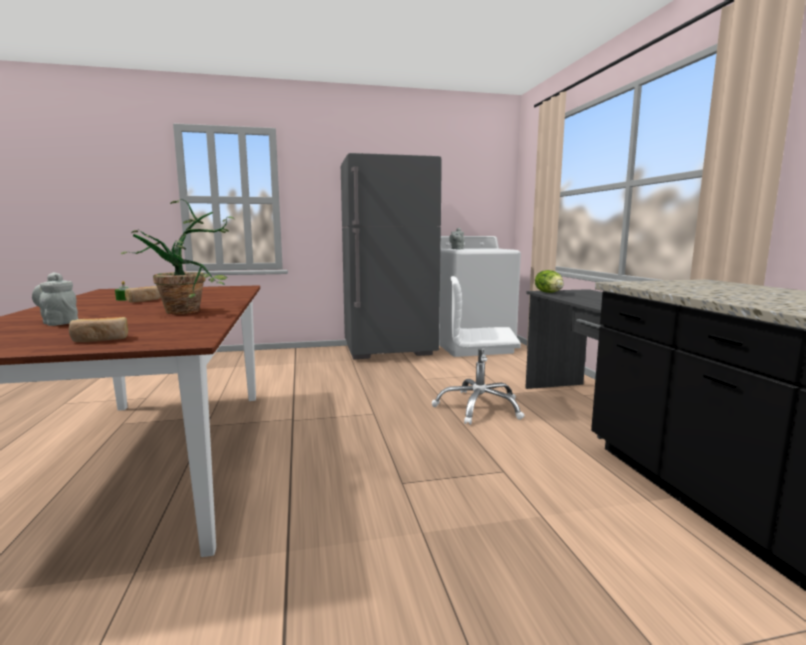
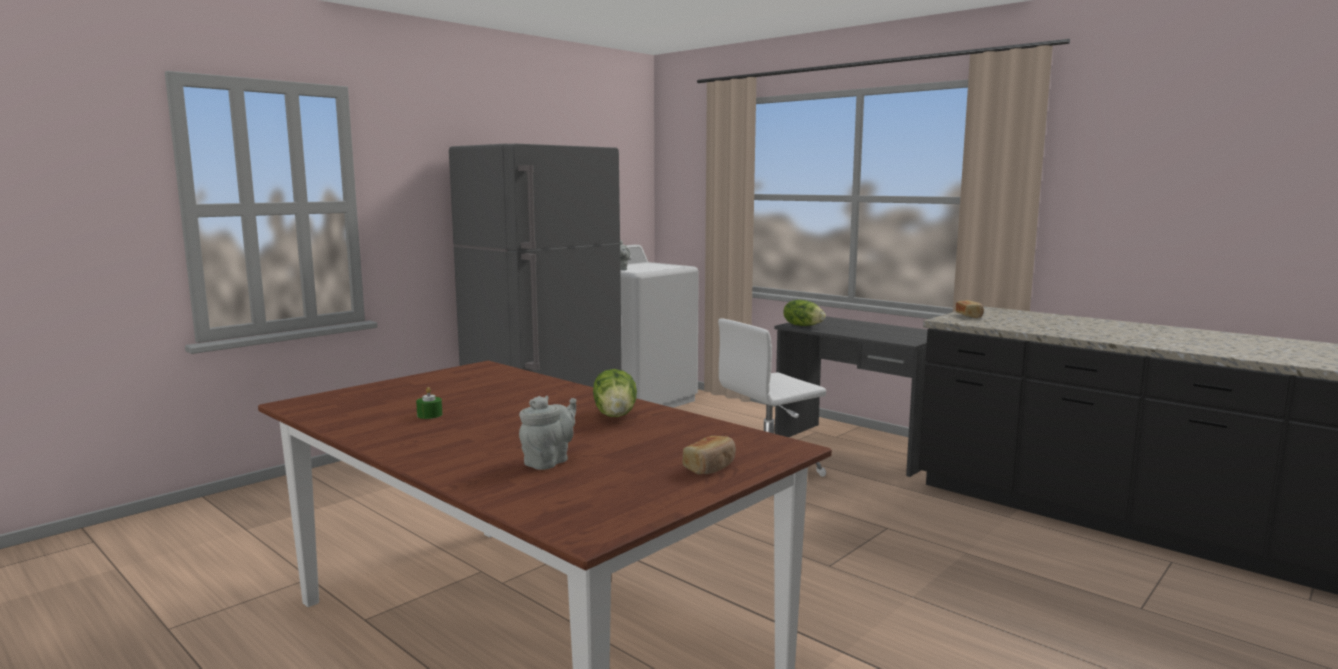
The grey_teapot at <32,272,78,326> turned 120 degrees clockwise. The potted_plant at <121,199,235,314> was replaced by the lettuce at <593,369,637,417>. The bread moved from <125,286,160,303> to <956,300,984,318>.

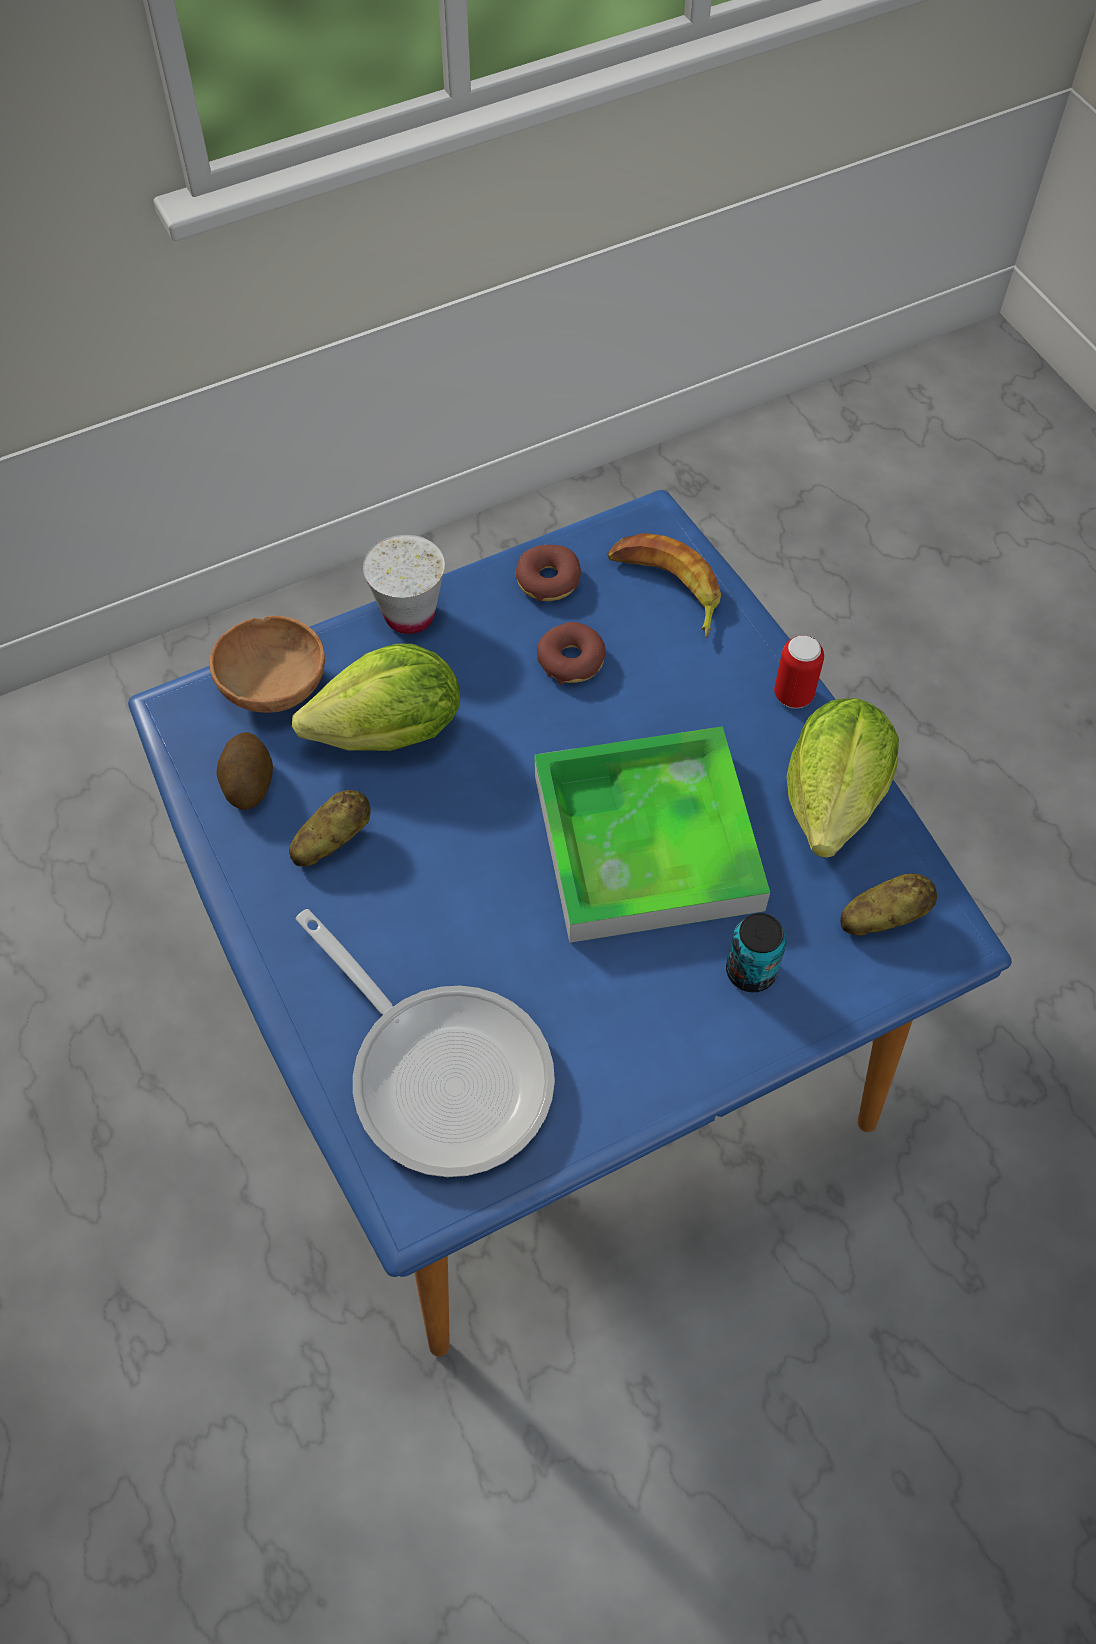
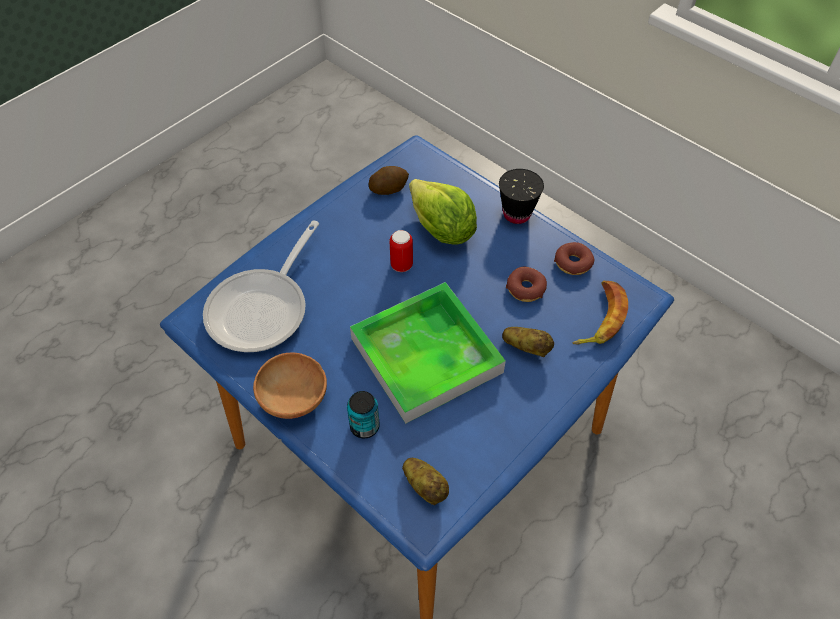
The brown_bowl moved from <209,616,325,713> to <253,353,327,419>. The potato moved from <289,790,371,867> to <502,327,554,357>. The white_cup at <363,534,445,634> became the black_cup at <499,169,544,224>. The can moved from <774,635,824,708> to <389,230,413,272>. The lettuce at <787,698,899,858> disappeared.

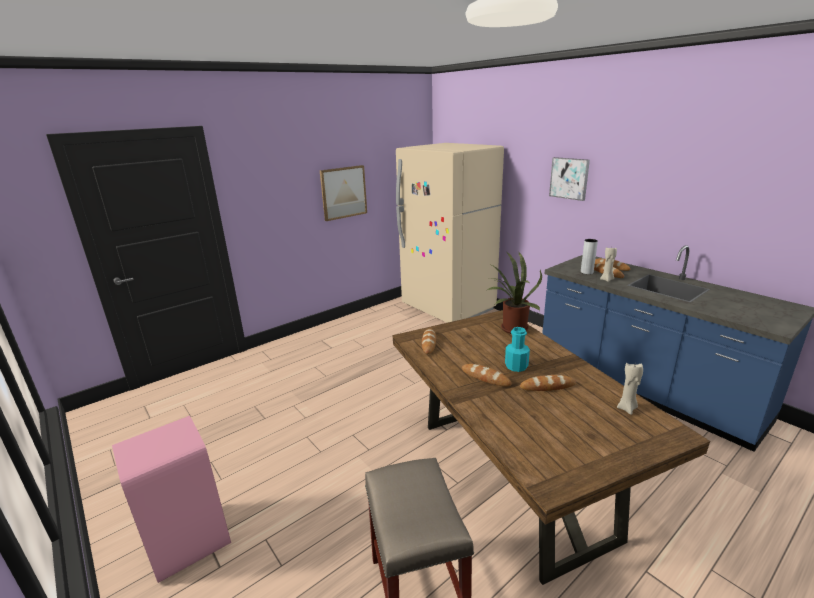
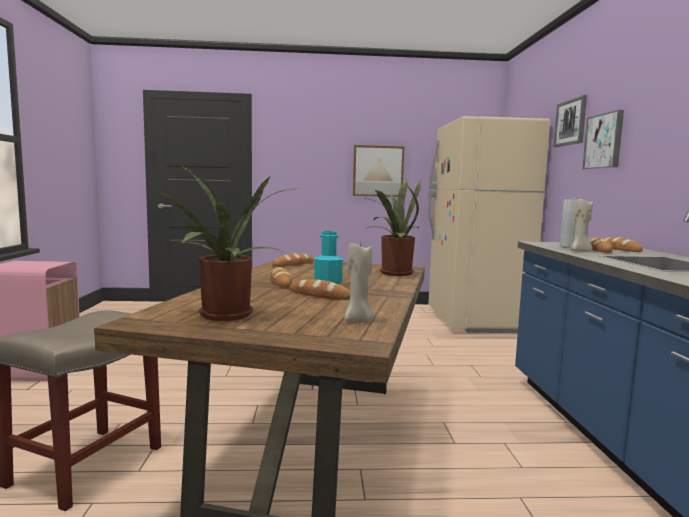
The potted_plant at <155,165,300,321> appeared. The picture at <554,95,587,147> appeared.

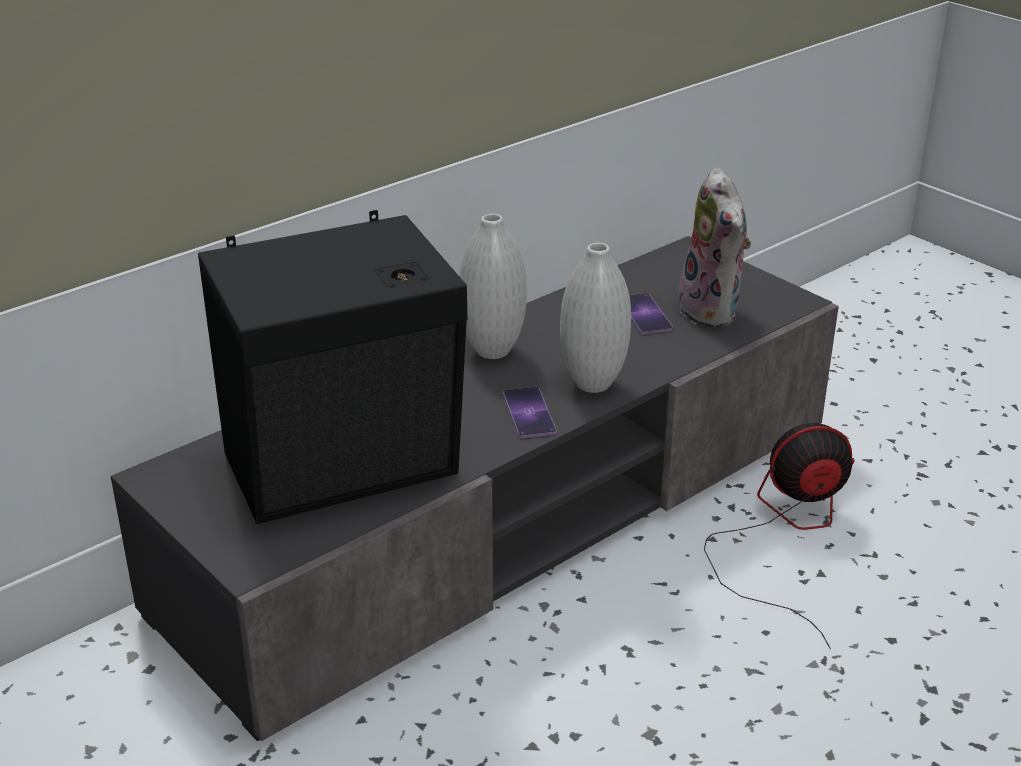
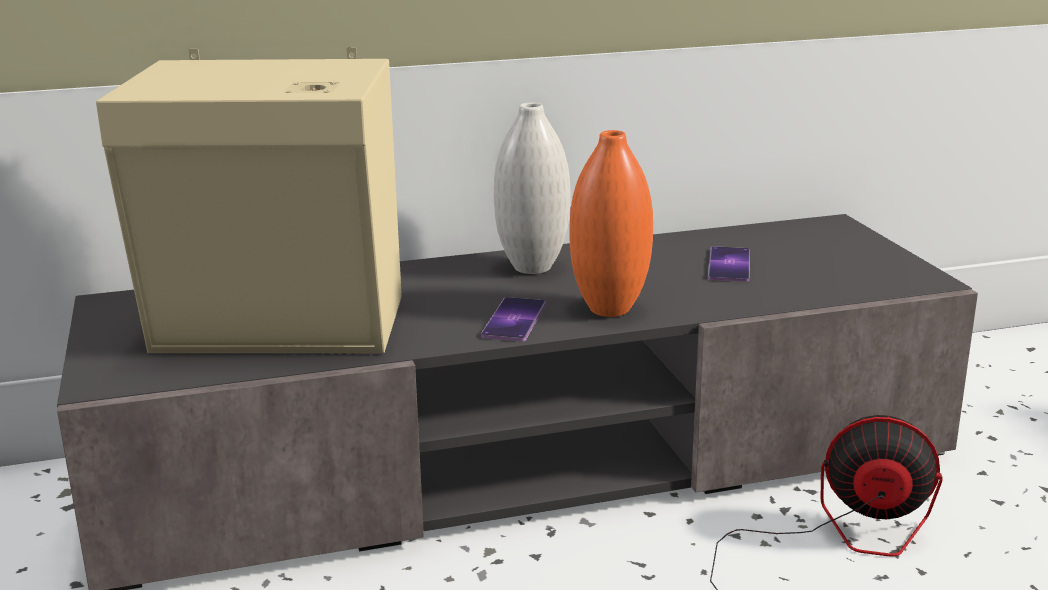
The black_speaker at <198,210,467,524> became the beige_speaker at <96,47,402,353>. The white_vase at <560,243,631,393> became the orange_vase at <570,130,653,317>. The plush_toy at <679,167,751,328> disappeared.

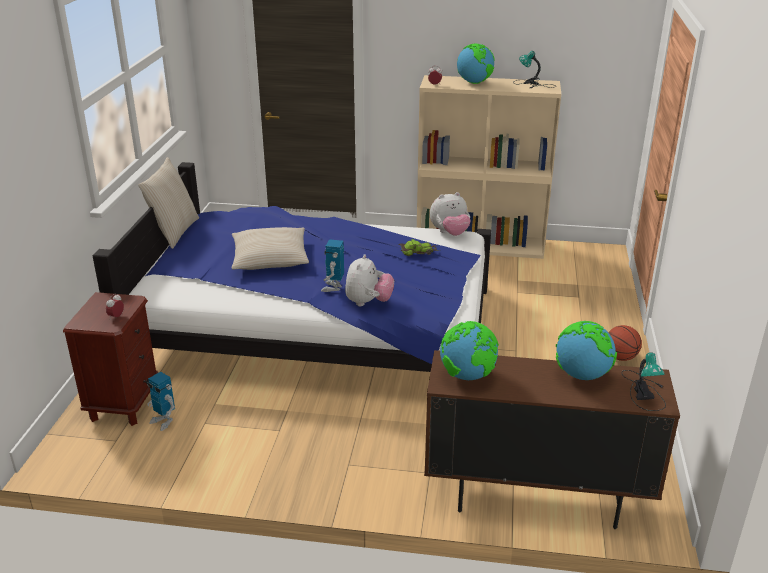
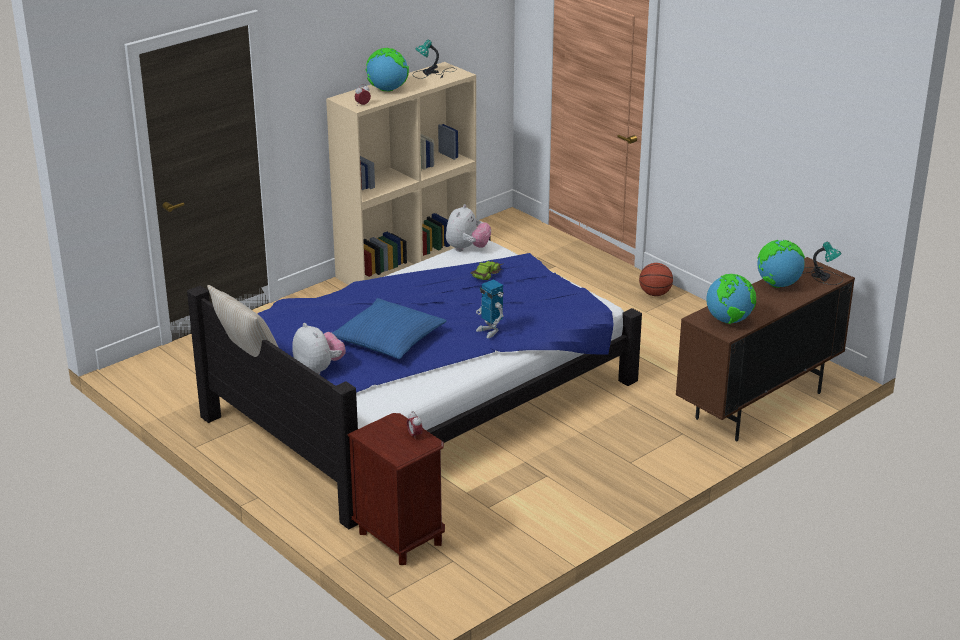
The toy_robot at <147,372,175,431> disappeared. The beige_pillow at <231,227,309,270> became the blue_pillow at <332,298,447,359>. The plush_toy moved from <345,254,394,306> to <292,323,346,375>.

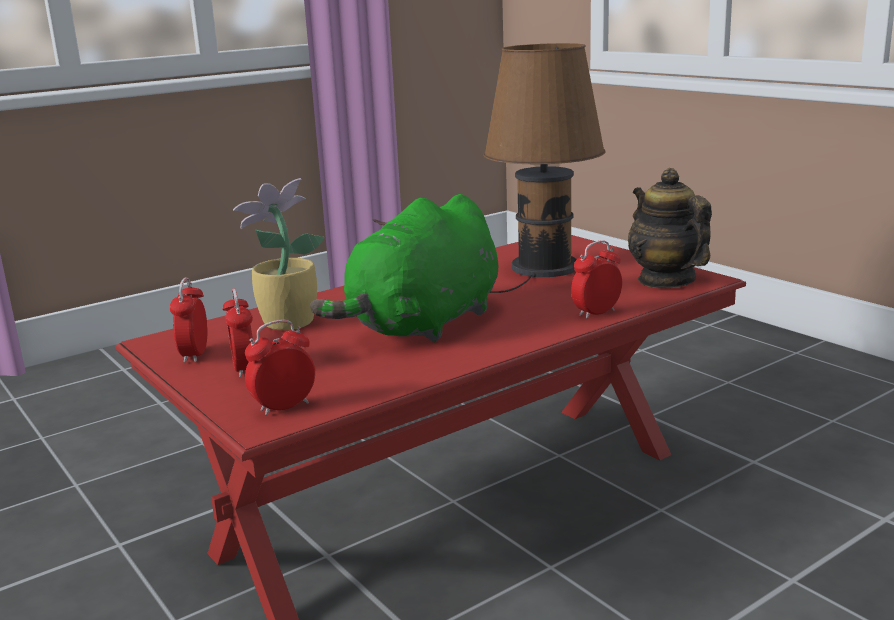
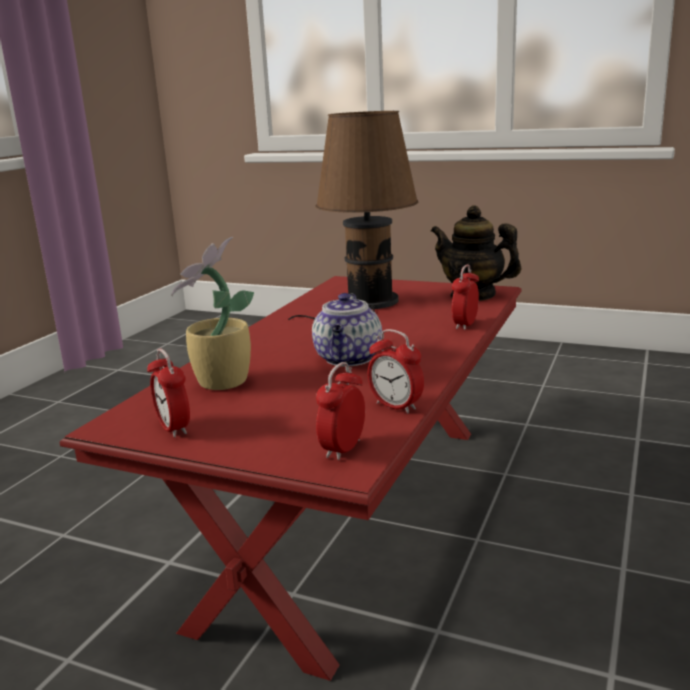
The alarm_clock moved from <222,288,253,377> to <368,329,424,413>. The green_plush_toy at <310,194,498,342> was replaced by the teapot at <312,293,382,367>.

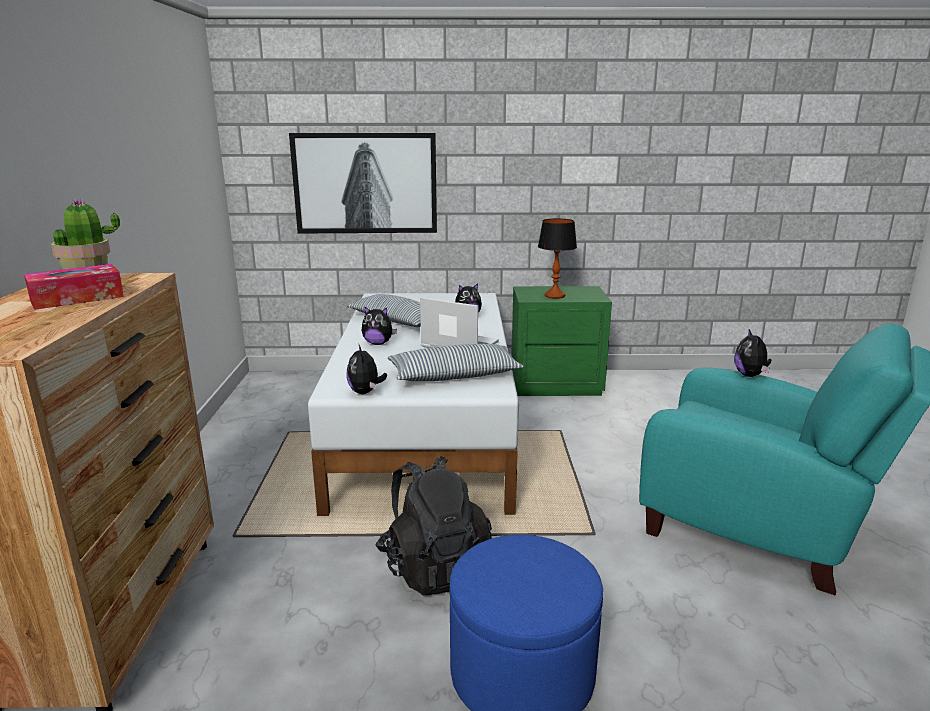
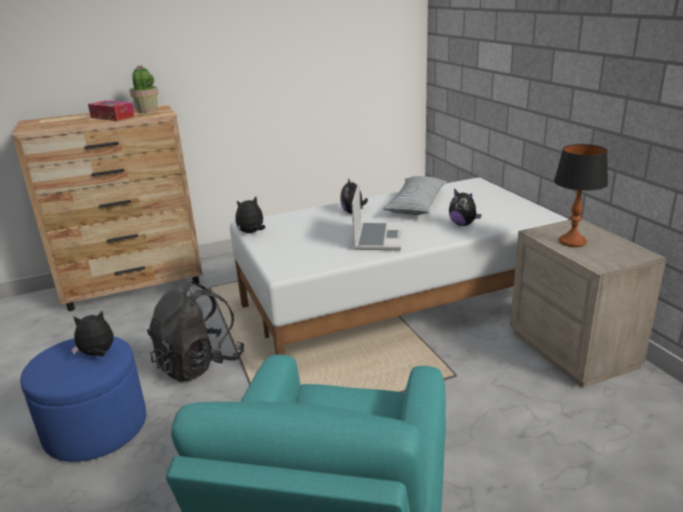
The picture at <289,133,437,234> disappeared. The pillow at <388,344,524,381> disappeared. The green_nightstand at <511,286,612,396> became the beige_nightstand at <510,219,667,388>. The plush_toy moved from <734,329,772,377> to <71,311,114,356>.

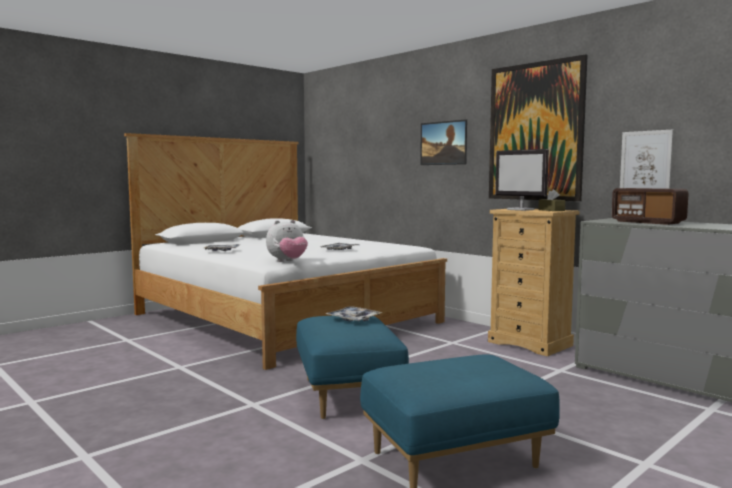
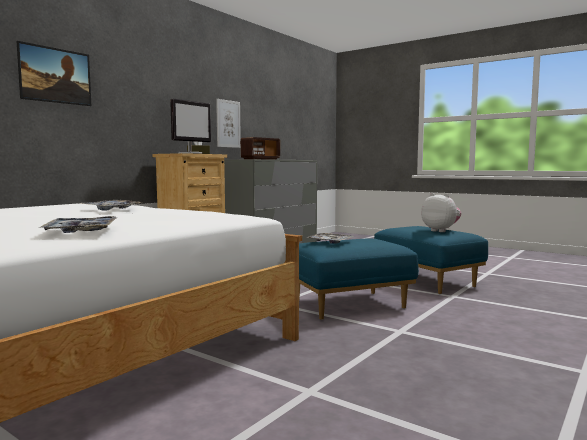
The plush_toy moved from <266,220,308,262> to <421,193,461,232>. The picture at <489,54,588,201> disappeared.

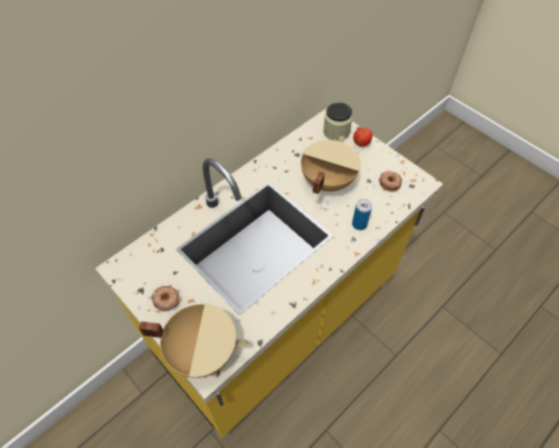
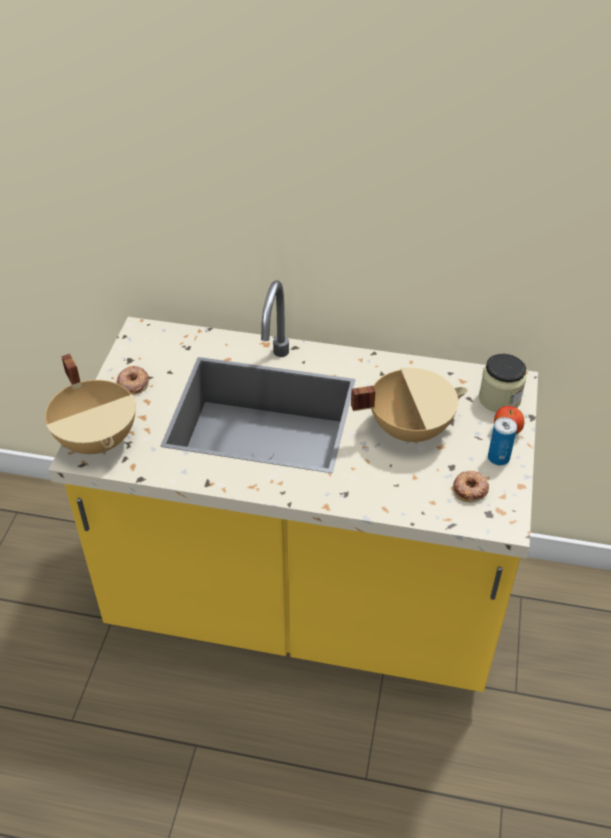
The can moved from <352,199,372,230> to <488,417,517,465>.

